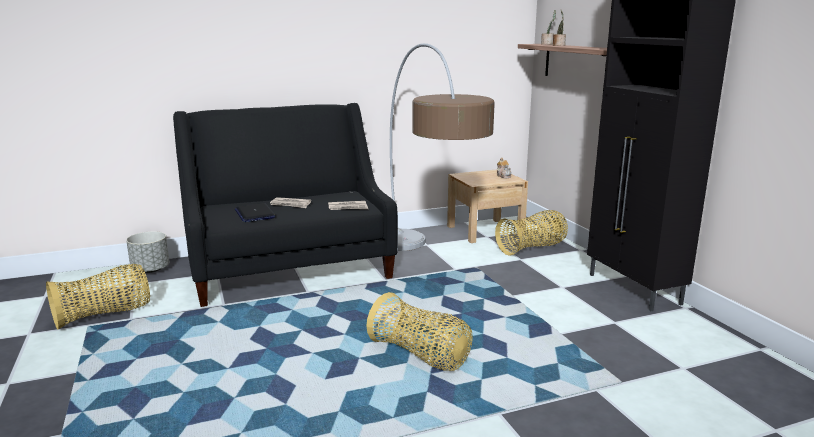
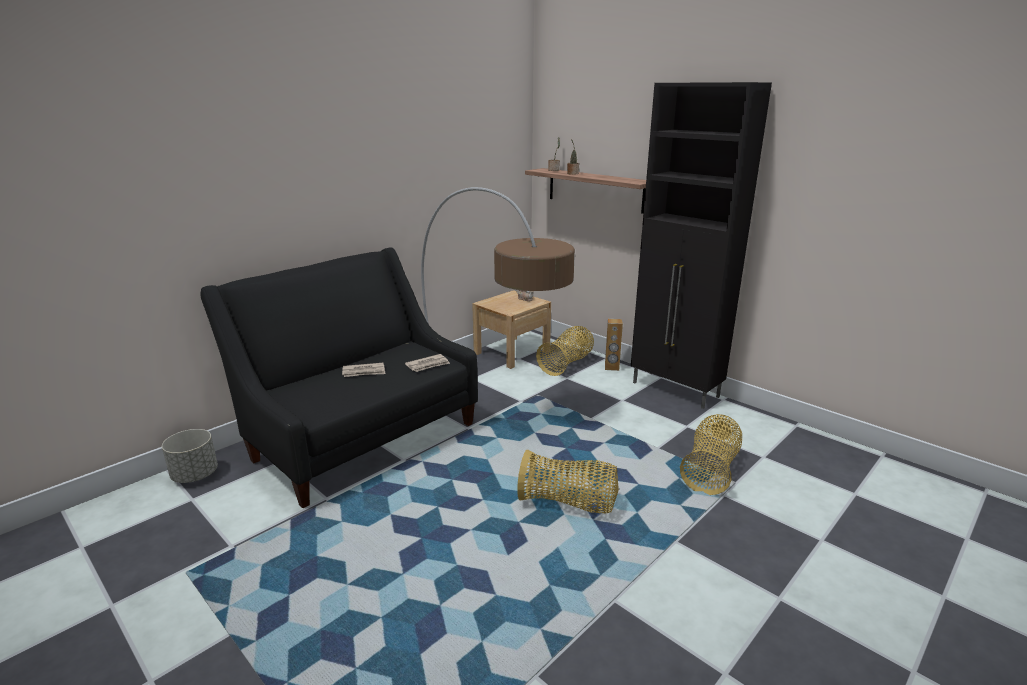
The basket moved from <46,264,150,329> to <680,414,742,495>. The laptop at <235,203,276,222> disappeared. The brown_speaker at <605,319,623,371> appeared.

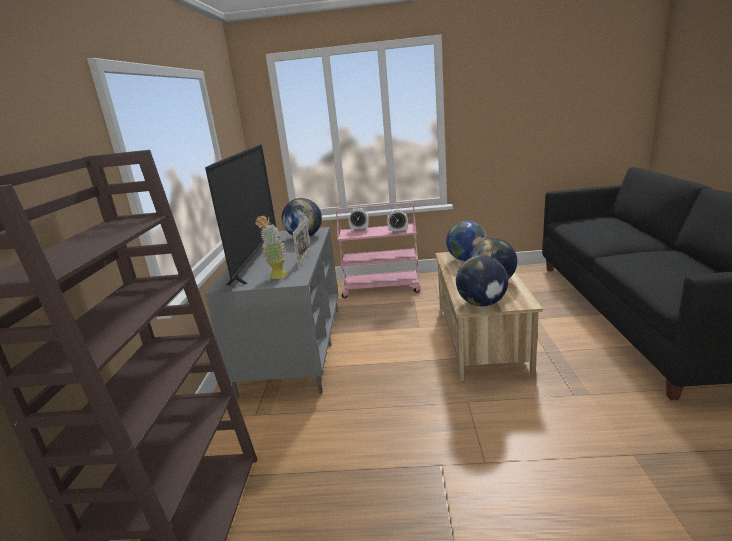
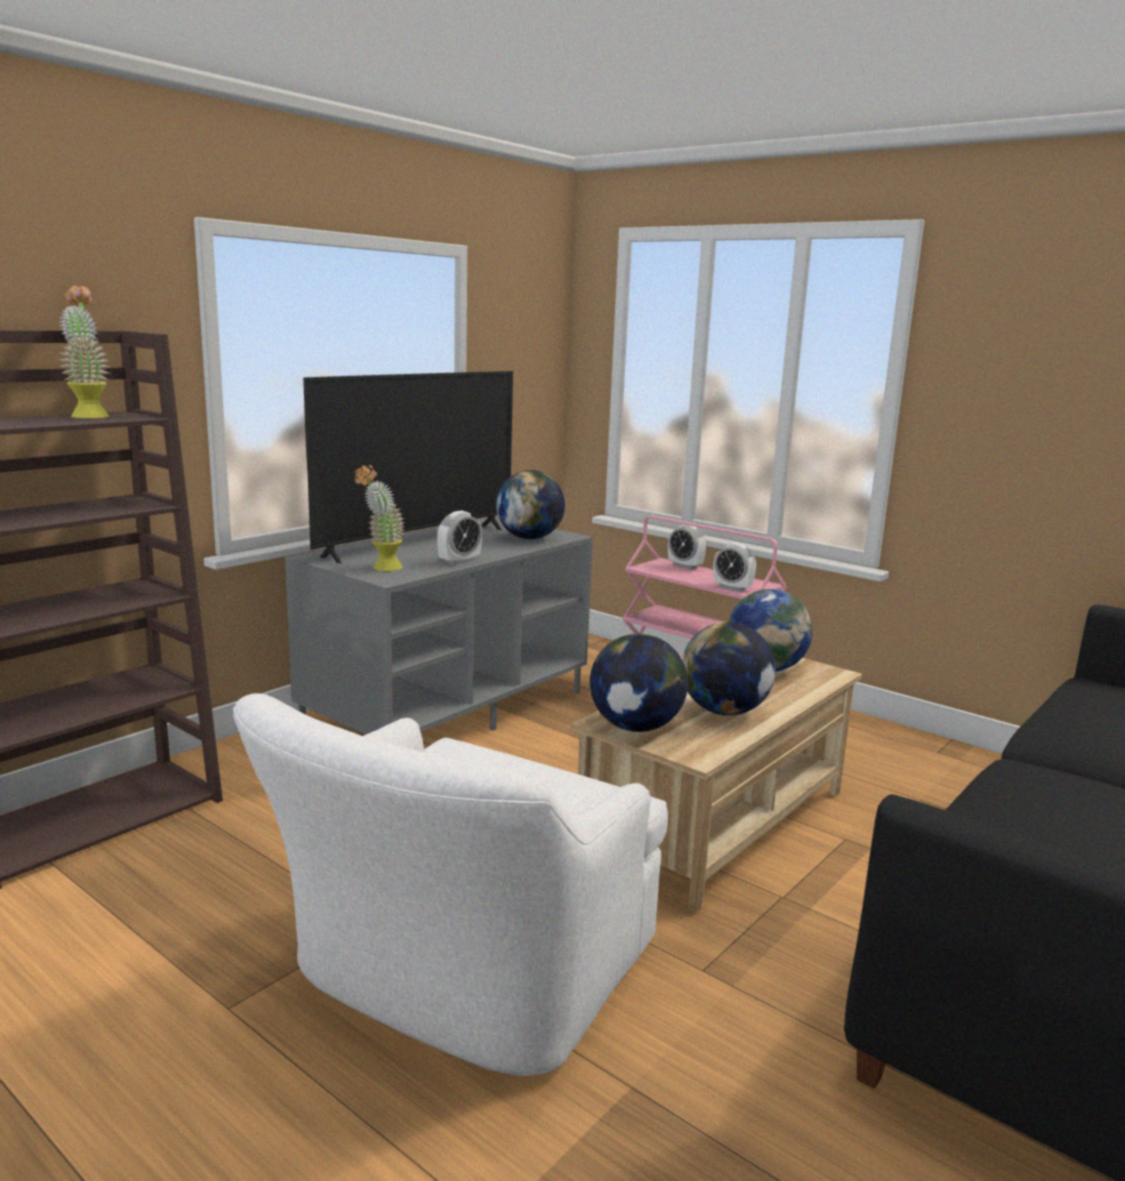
The picture_frame at <293,219,311,268> was replaced by the alarm_clock at <437,511,482,565>. The potted_plant at <59,285,110,418> appeared. The white_armchair at <233,693,668,1076> appeared.

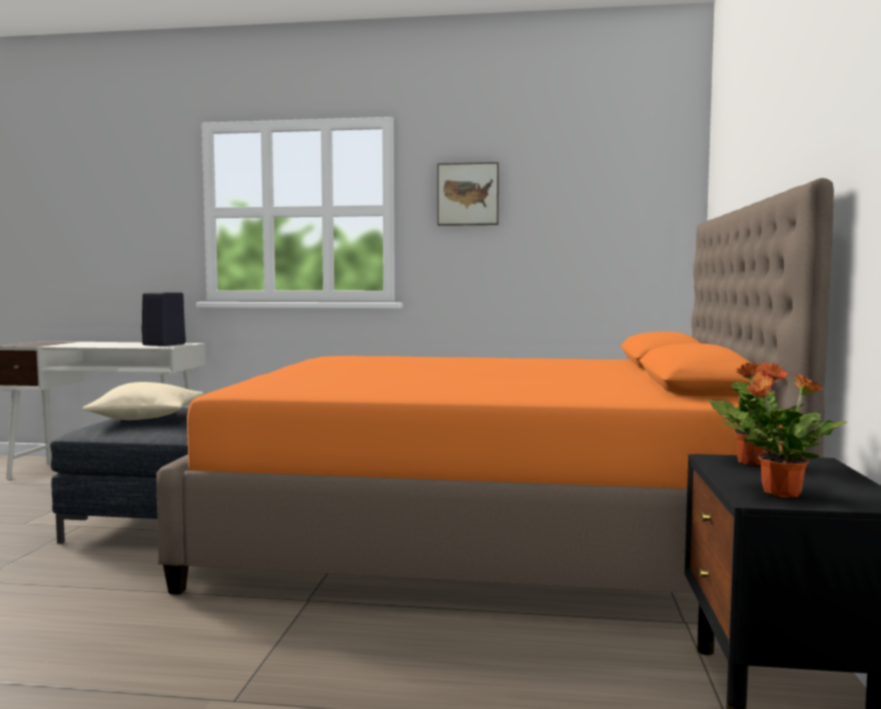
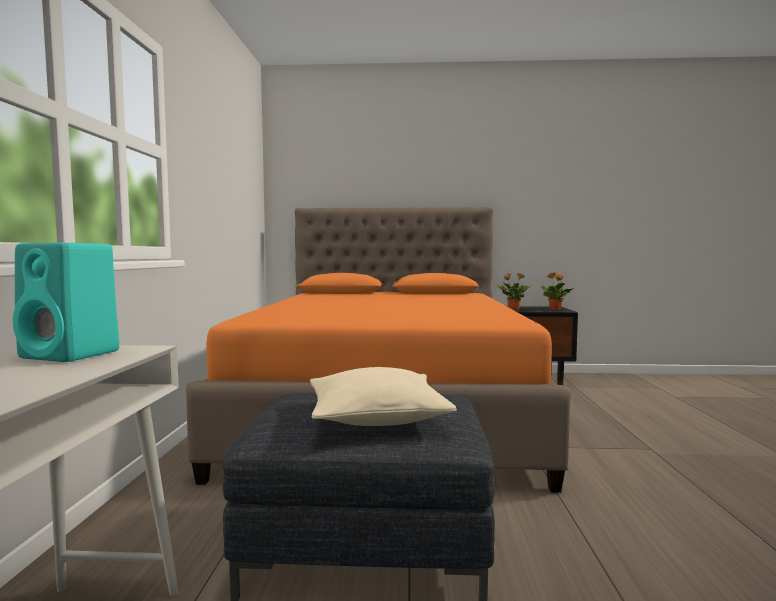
The black_speaker at <141,292,186,346> became the turquoise_speaker at <13,243,119,362>. The picture at <437,162,499,226> disappeared.

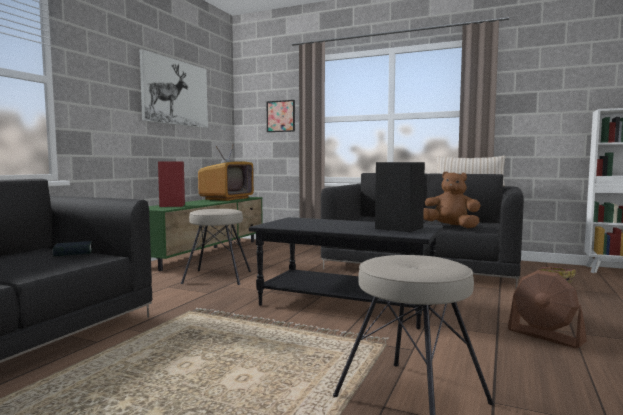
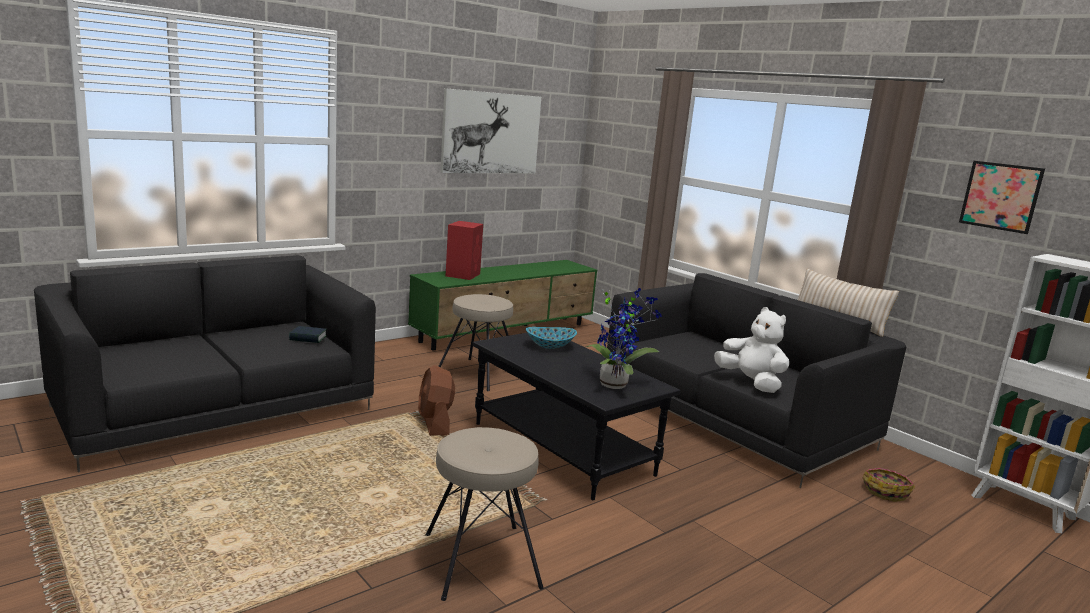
The television at <198,144,254,201> disappeared. The picture moved from <267,100,295,132> to <959,161,1045,234>. The black_speaker at <375,162,425,232> was replaced by the potted_plant at <586,288,662,389>. The brown_plush_toy at <423,172,481,228> became the white_plush_toy at <714,307,789,393>. The brown_fan moved from <508,270,587,349> to <418,365,455,436>. The bowl at <526,327,577,349> appeared.

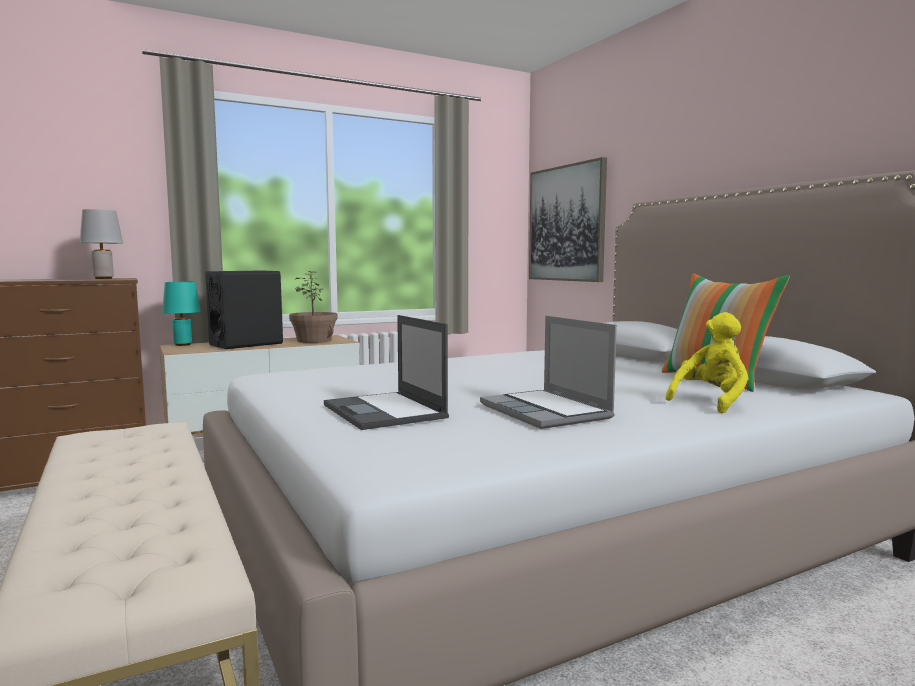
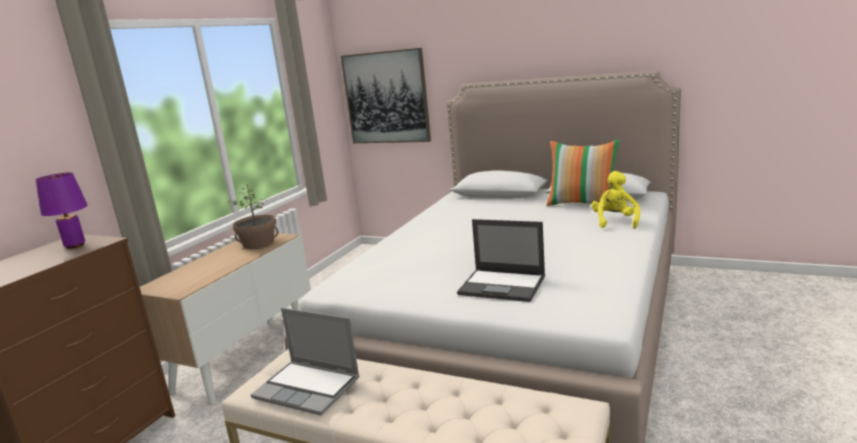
The grey_table_lamp at <80,209,123,279> became the purple_table_lamp at <36,172,88,249>. The turquoise_table_lamp at <162,282,201,346> disappeared. The black_speaker at <205,270,283,349> disappeared. The laptop moved from <480,316,617,429> to <251,308,360,416>.

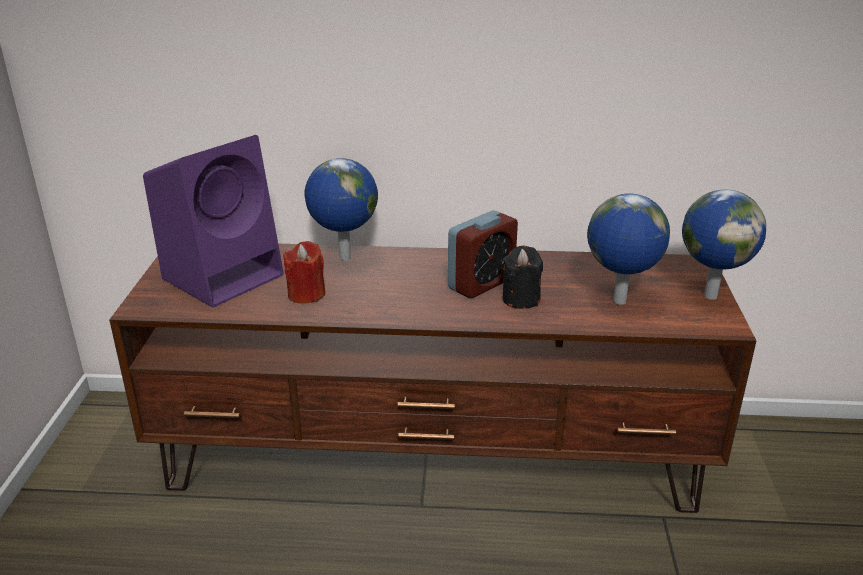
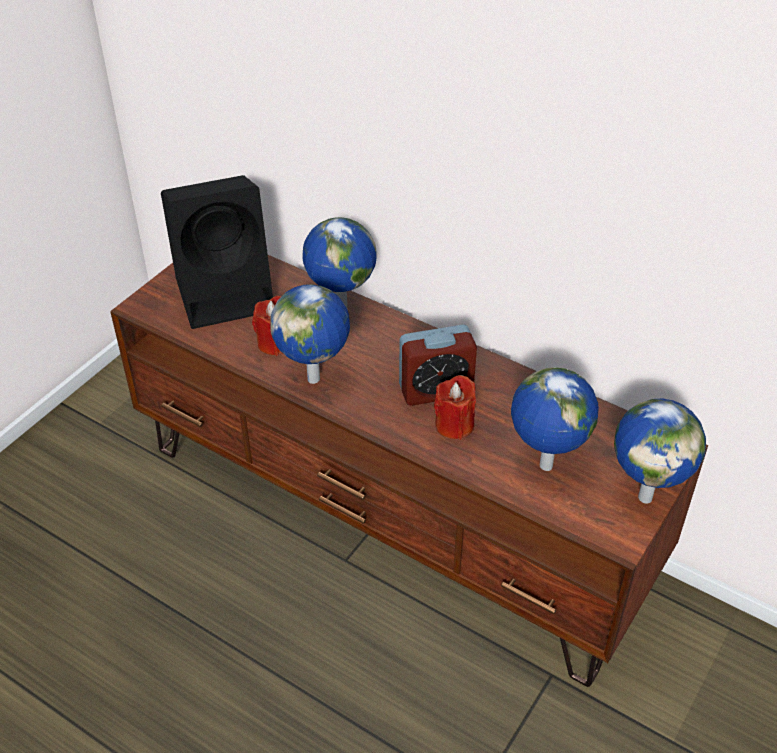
The purple_speaker at <143,135,284,308> became the black_speaker at <161,175,273,329>. The black_candle at <503,245,543,309> became the red_candle at <434,375,476,440>. The globe at <270,284,350,384> appeared.

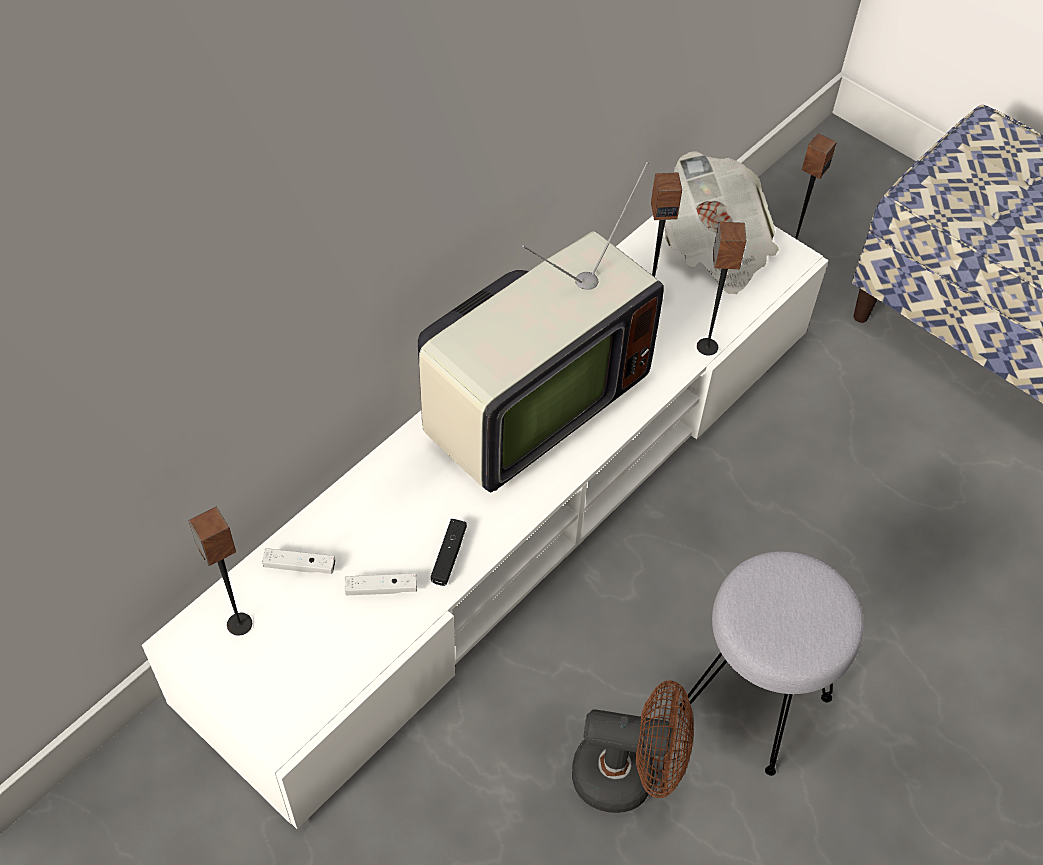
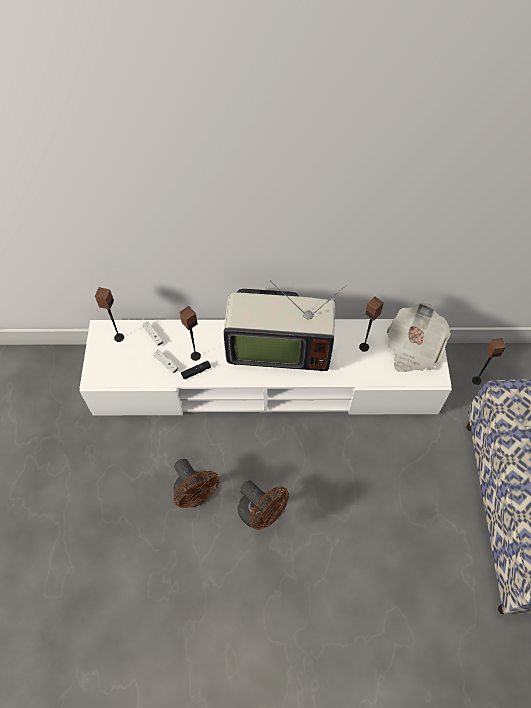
The grey_stool at <680,551,863,776> was replaced by the brown_fan at <238,480,289,530>. The speaker moved from <697,222,746,355> to <180,306,201,361>.

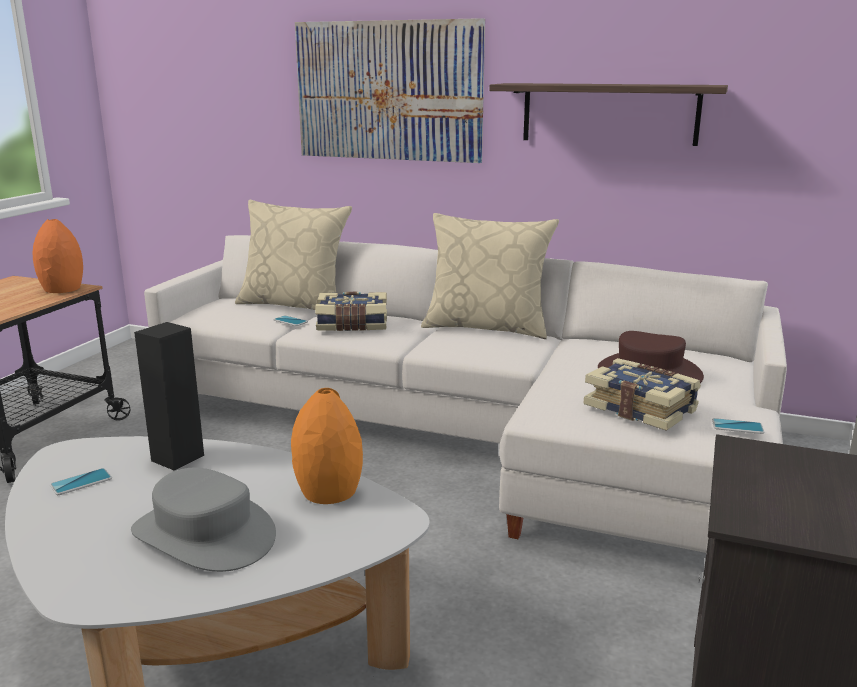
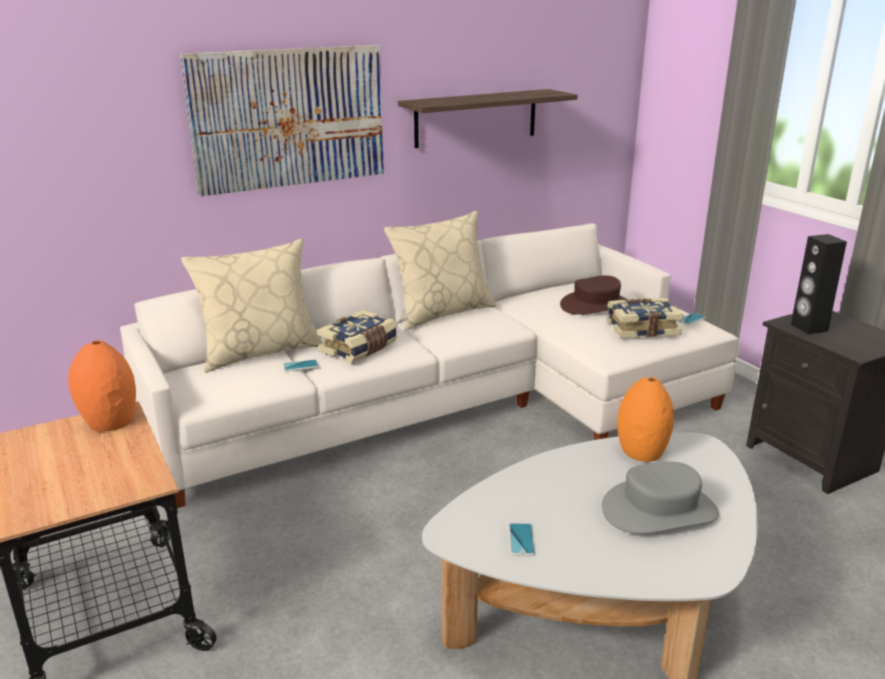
The black_speaker moved from <134,322,204,470> to <791,234,847,334>.

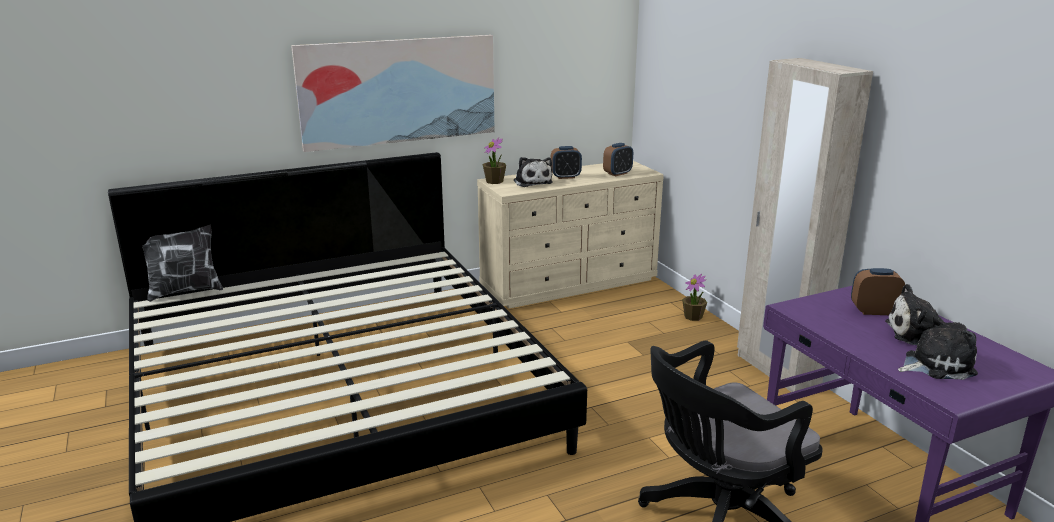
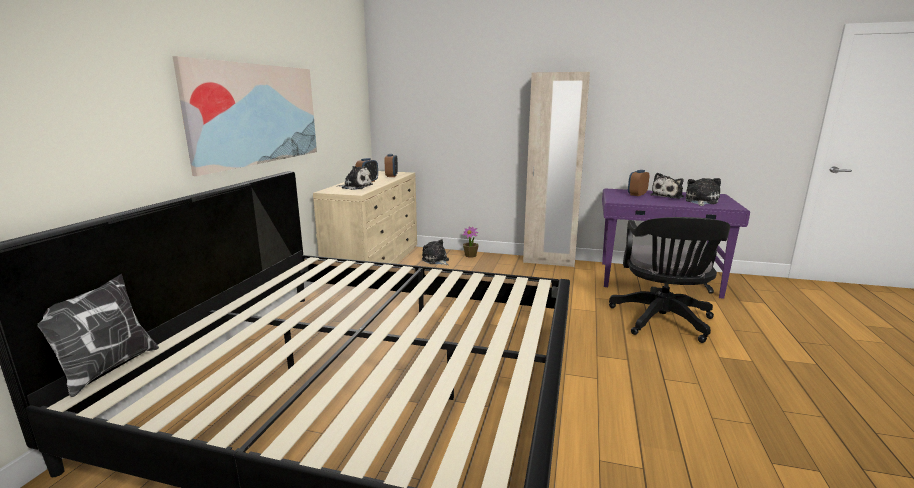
The potted_plant at <482,137,506,184> disappeared. The plush_toy at <422,239,449,265> appeared.

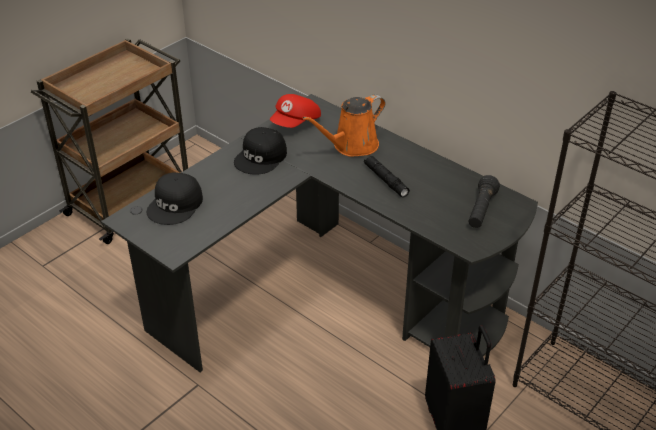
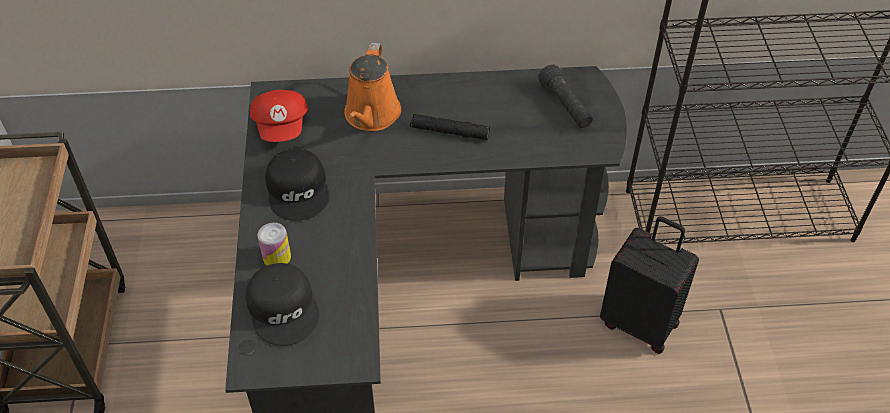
The can at <258,223,291,266> appeared.

